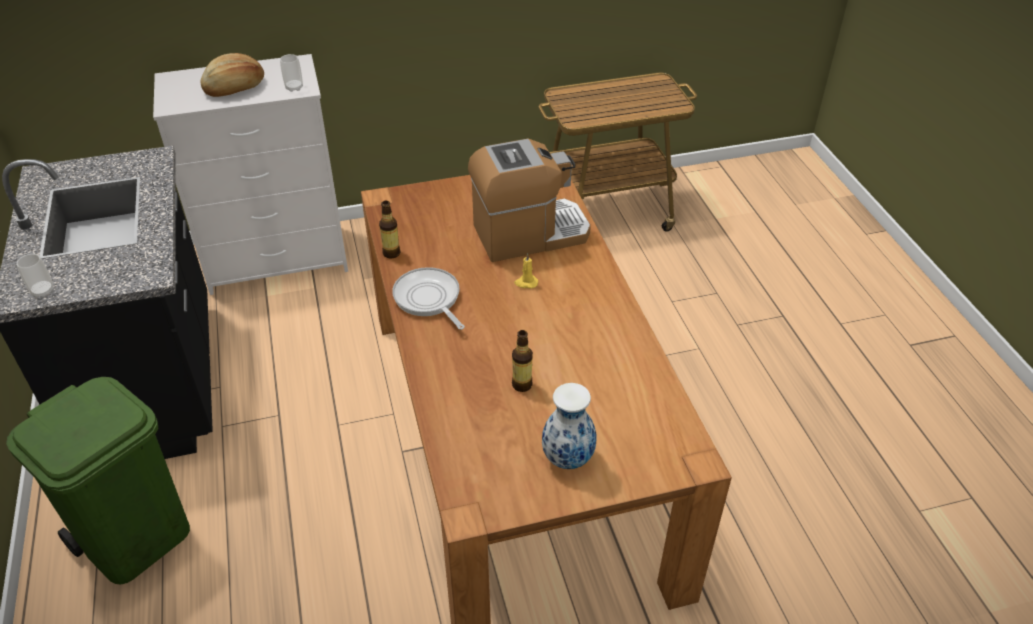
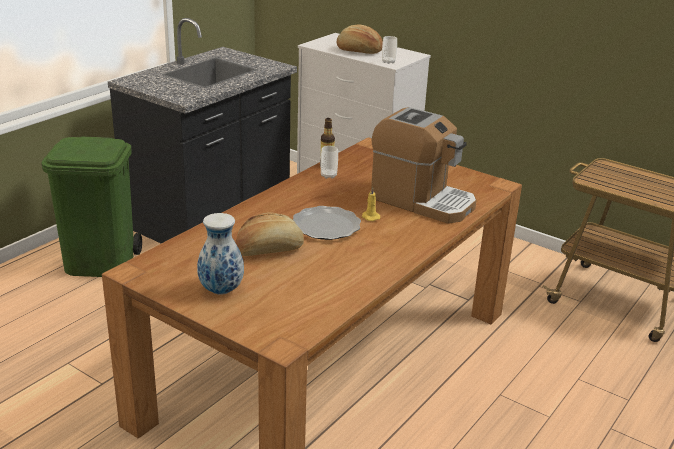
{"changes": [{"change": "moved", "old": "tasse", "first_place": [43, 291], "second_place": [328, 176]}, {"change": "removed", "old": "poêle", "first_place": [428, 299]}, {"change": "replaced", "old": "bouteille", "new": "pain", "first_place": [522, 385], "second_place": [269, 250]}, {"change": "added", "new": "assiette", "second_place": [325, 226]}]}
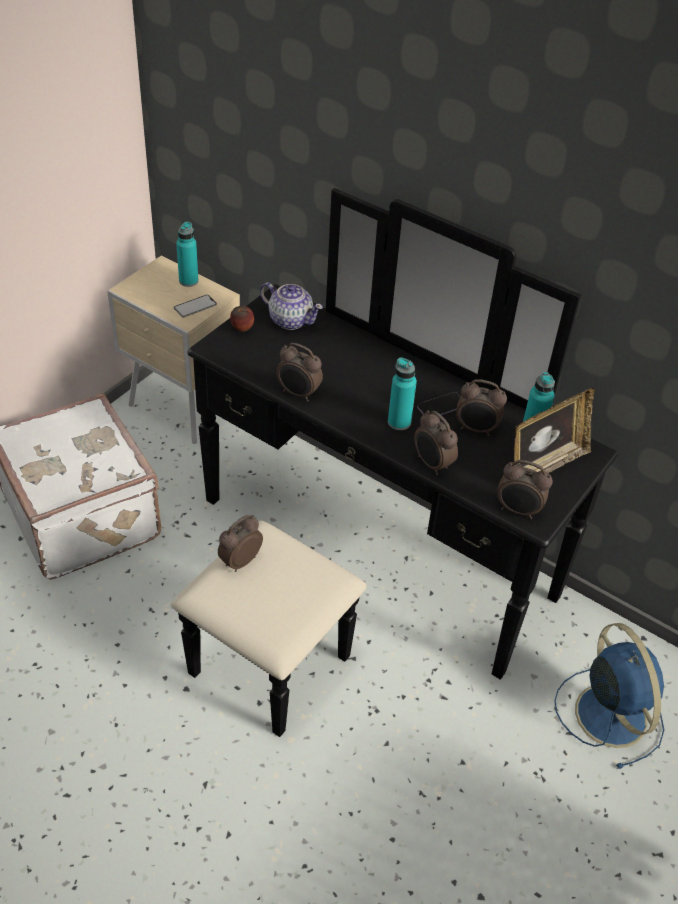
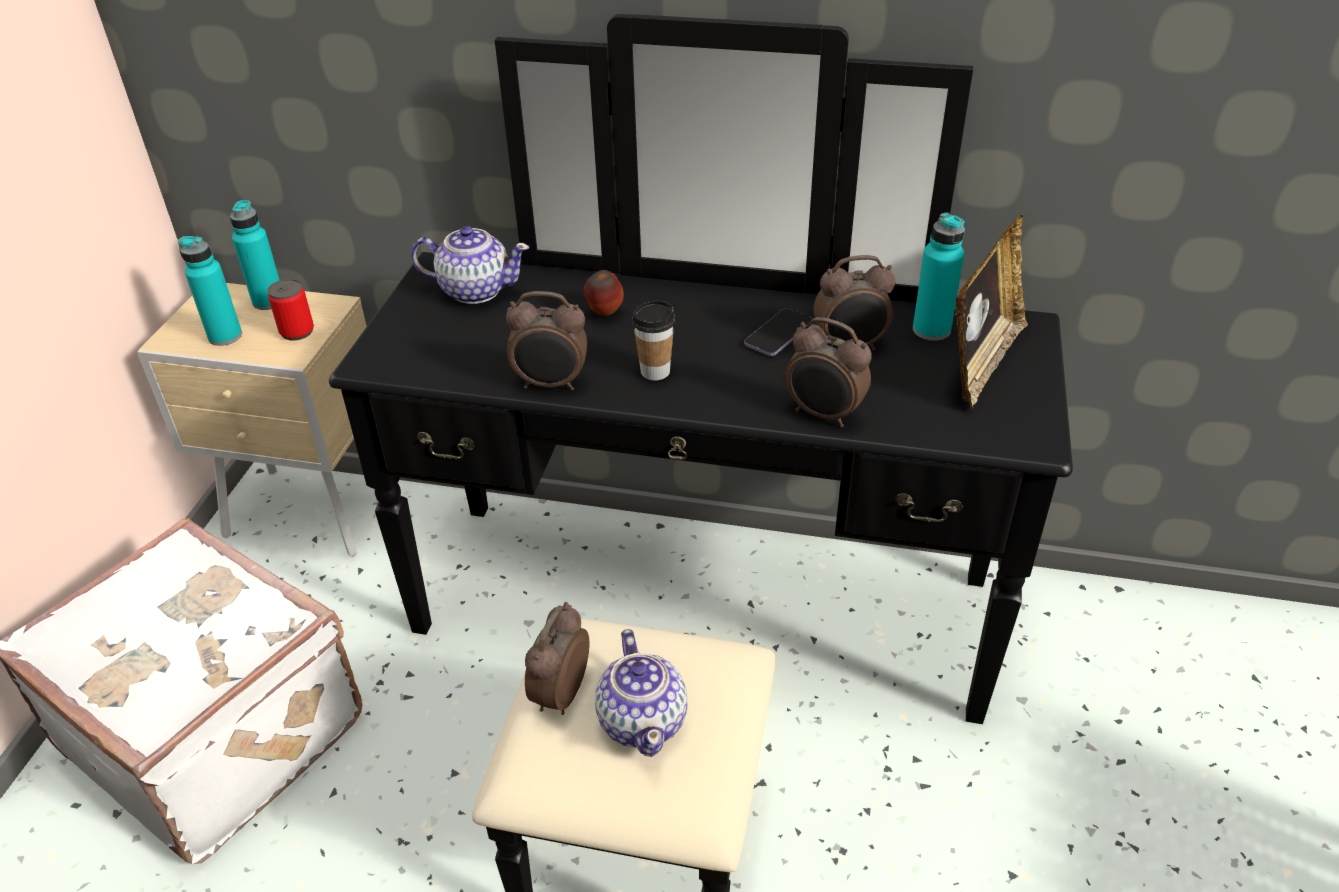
{"changes": [{"change": "replaced", "old": "téléphone", "new": "boîte métallique", "first_place": [195, 306], "second_place": [297, 331]}, {"change": "moved", "old": "pomme", "first_place": [242, 330], "second_place": [604, 314]}, {"change": "moved", "old": "bouteille (turquoise)", "first_place": [399, 422], "second_place": [225, 336]}, {"change": "removed", "old": "réveil", "first_place": [518, 511]}, {"change": "removed", "old": "ventilateur (bleu)", "first_place": [609, 712]}, {"change": "added", "new": "théière", "second_place": [643, 720]}, {"change": "added", "new": "tasse", "second_place": [655, 371]}]}
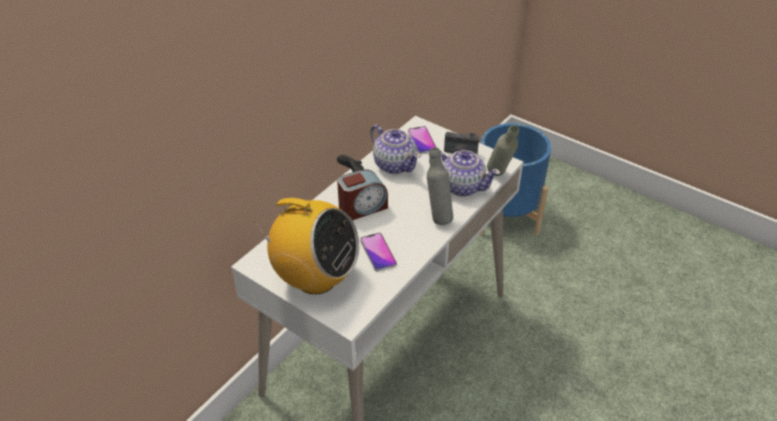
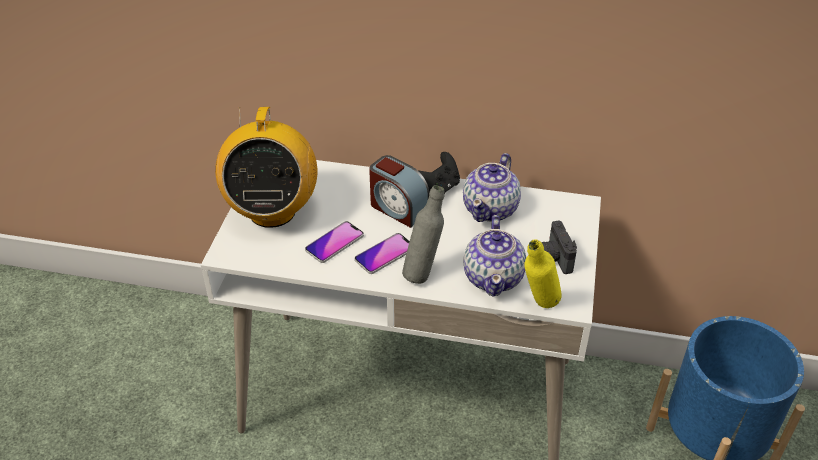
{"changes": [{"change": "moved", "old": "téléphone", "first_place": [422, 141], "second_place": [385, 254]}, {"change": "recoloured", "old": "bouteille (gris)", "new": "bouteille (jaune)", "first_place": [499, 177], "second_place": [538, 308]}]}
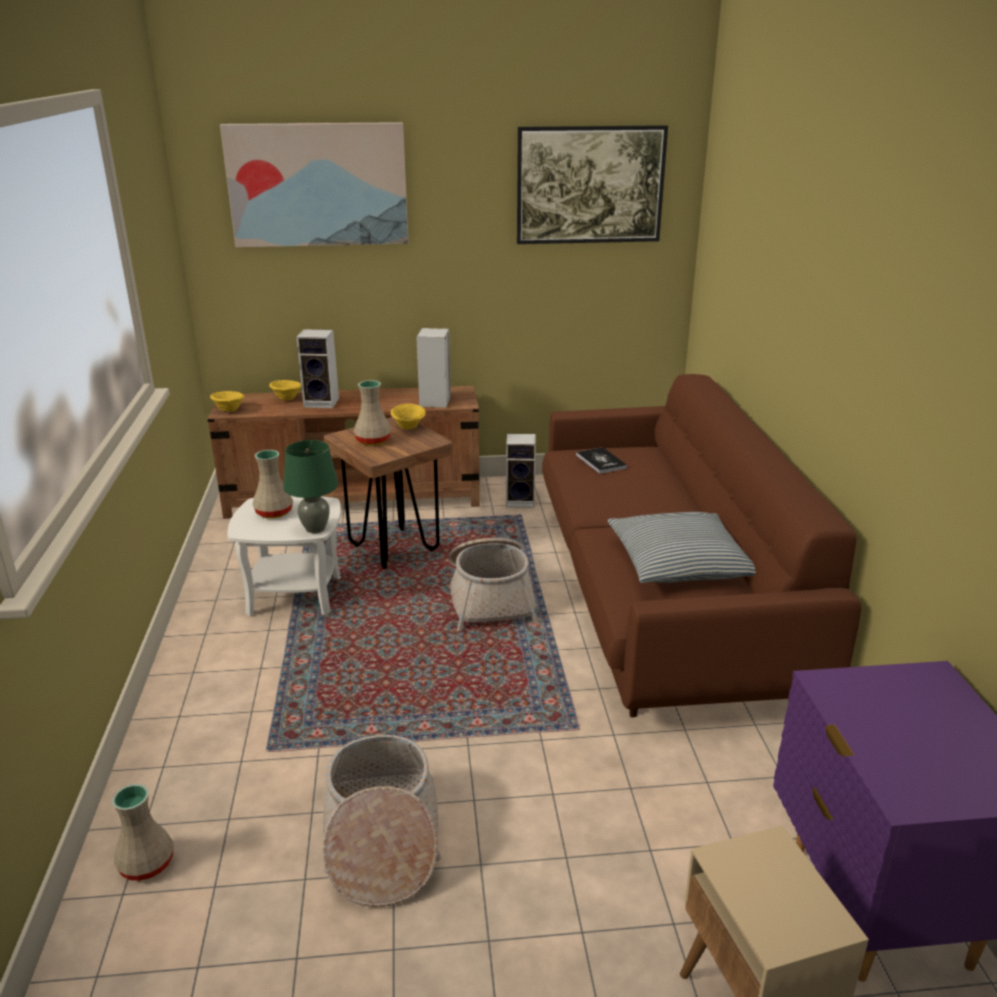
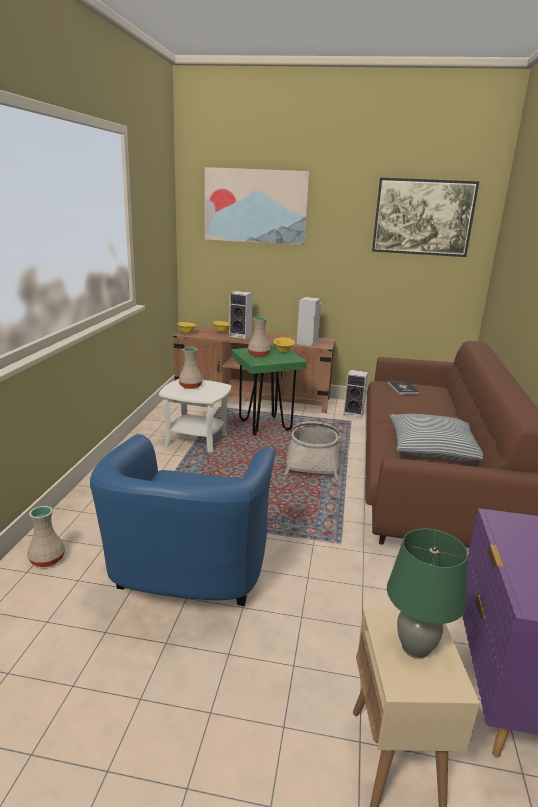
{"changes": [{"change": "moved", "old": "lampe de table (vert)", "first_place": [315, 529], "second_place": [415, 648]}, {"change": "replaced", "old": "panier", "new": "fauteuil (bleu)", "first_place": [381, 840], "second_place": [187, 578]}, {"change": "recoloured", "old": "tabouret (marron)", "new": "tabouret (vert)", "first_place": [393, 549], "second_place": [264, 426]}]}
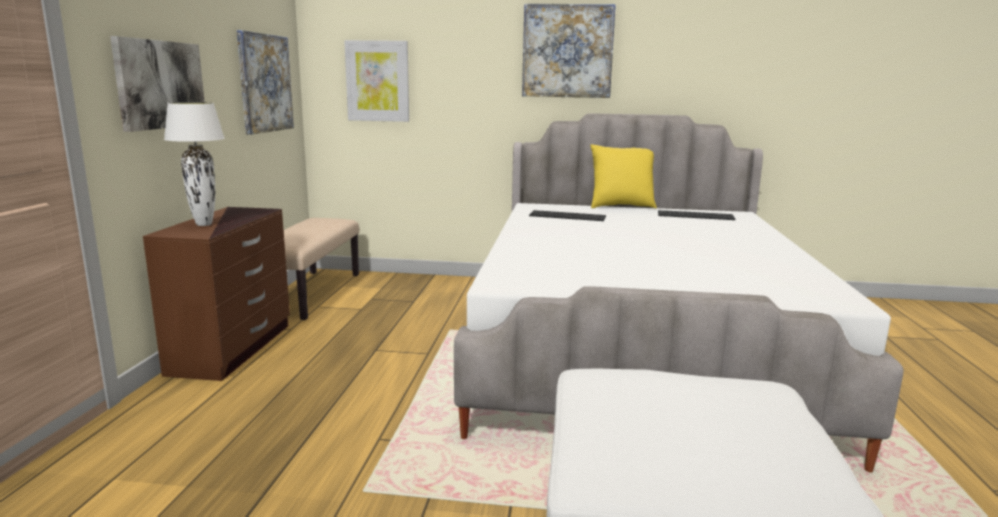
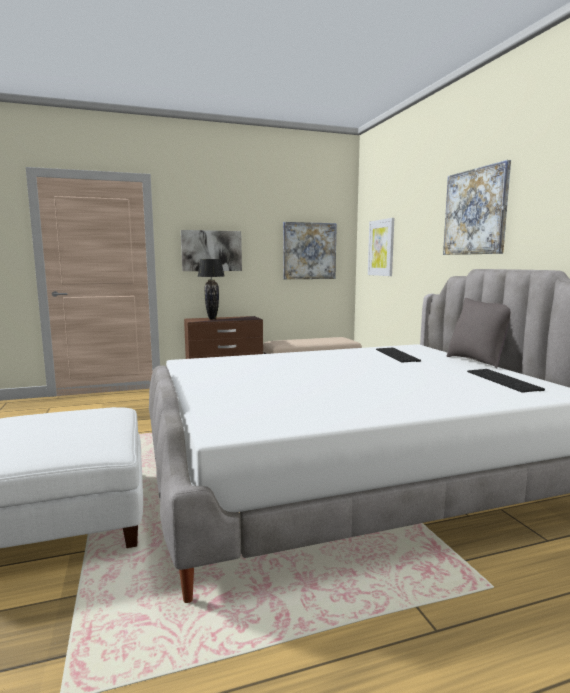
{"changes": [{"change": "recoloured", "old": "lampe de table (blanc)", "new": "lampe de table (noir)", "first_place": [204, 224], "second_place": [212, 319]}, {"change": "recoloured", "old": "coussin (jaune)", "new": "coussin (gris)", "first_place": [621, 207], "second_place": [477, 361]}]}
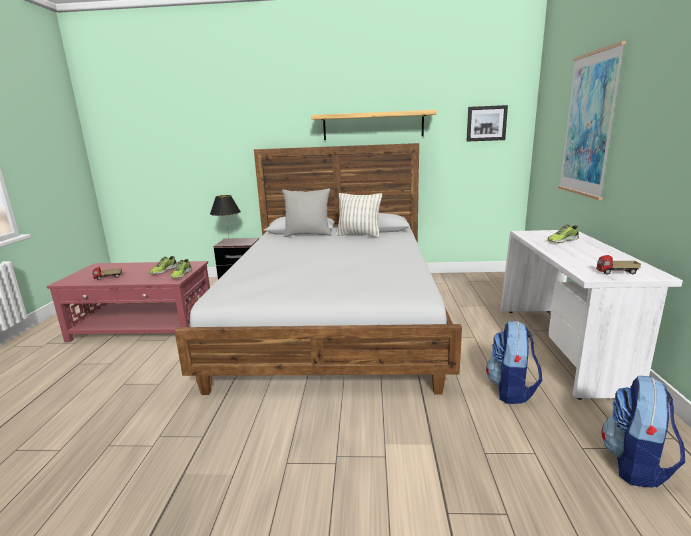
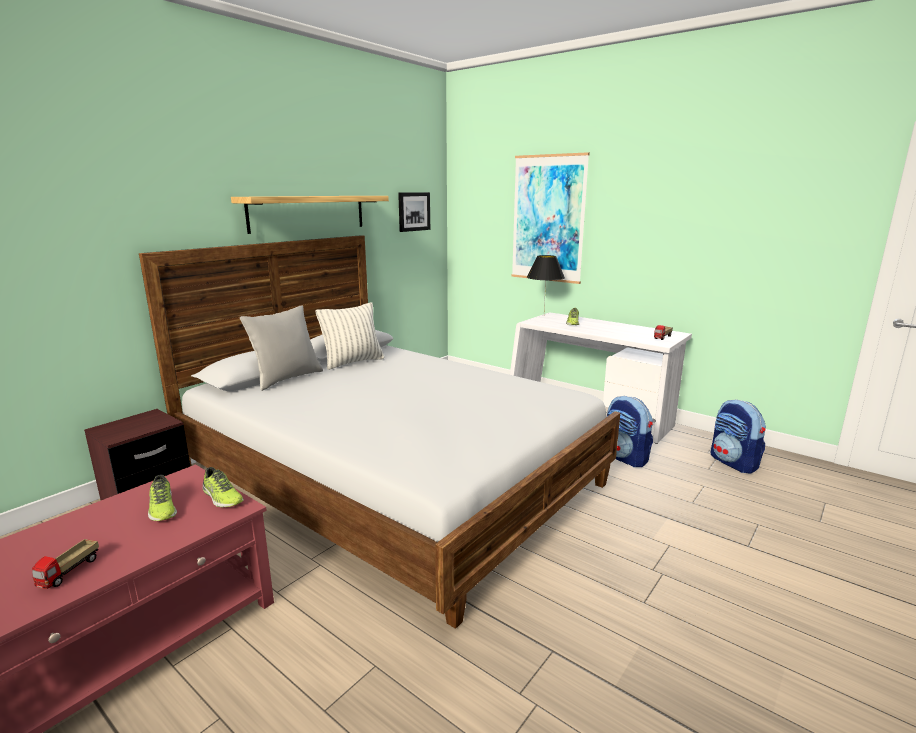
{"changes": [{"change": "moved", "old": "lampe de table (noir)", "first_place": [229, 243], "second_place": [543, 316]}]}
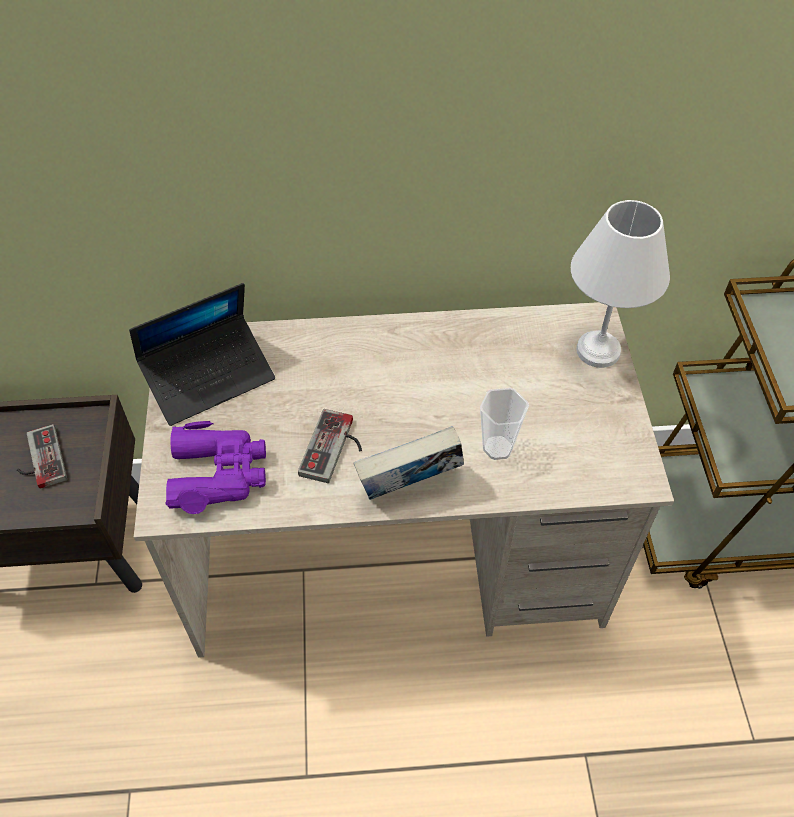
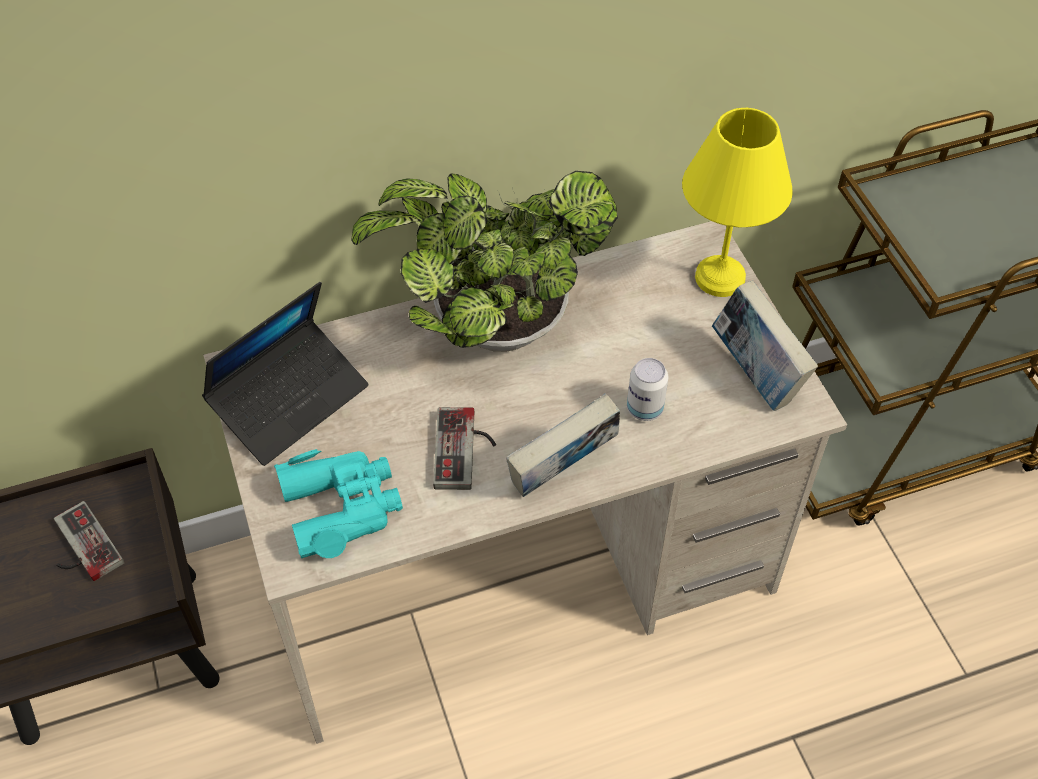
{"changes": [{"change": "recoloured", "old": "jumelles (violet)", "new": "jumelles (turquoise)", "first_place": [219, 473], "second_place": [341, 507]}, {"change": "replaced", "old": "tasse", "new": "boîte métallique", "first_place": [497, 448], "second_place": [644, 409]}, {"change": "recoloured", "old": "lampe de table (blanc)", "new": "lampe de table (jaune)", "first_place": [596, 351], "second_place": [717, 278]}, {"change": "added", "new": "plante en pot", "second_place": [490, 327]}, {"change": "added", "new": "livre", "second_place": [756, 374]}]}
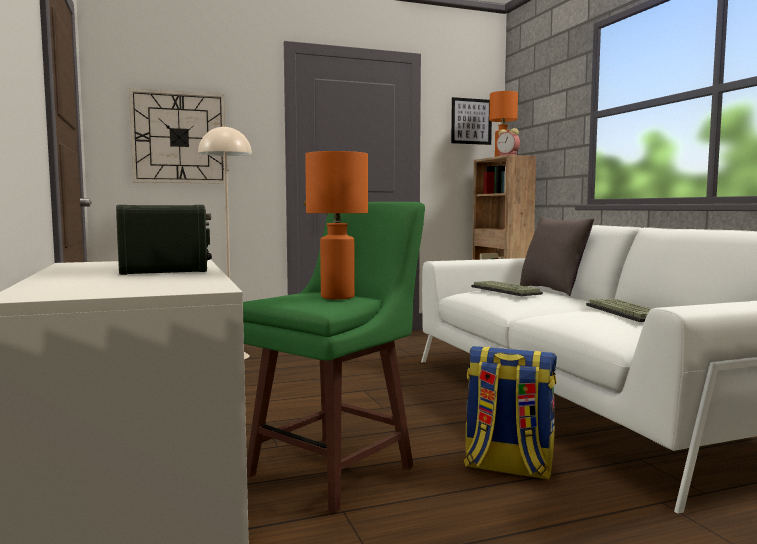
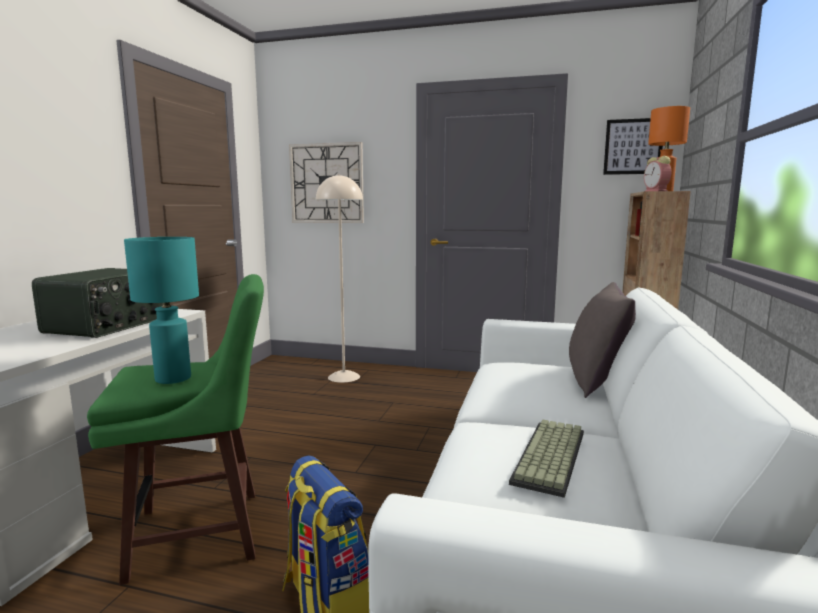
{"changes": [{"change": "recoloured", "old": "lampe de table (orange)", "new": "lampe de table (turquoise)", "first_place": [337, 297], "second_place": [172, 379]}, {"change": "removed", "old": "clavier", "first_place": [507, 290]}]}
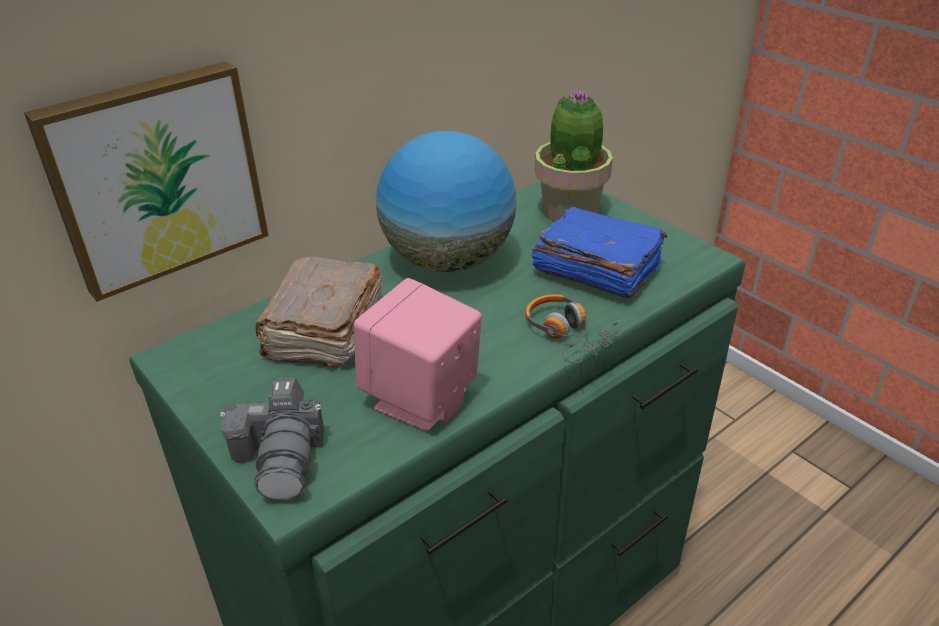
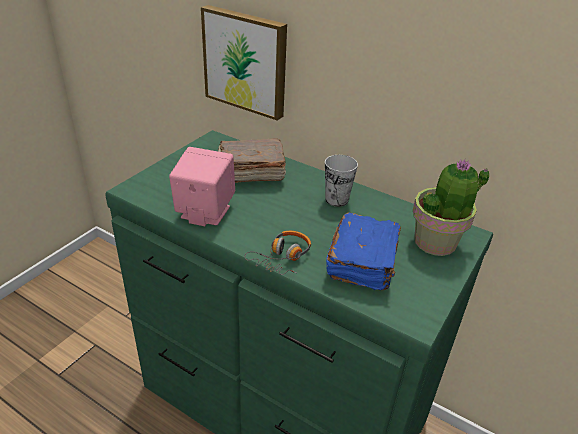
{"changes": [{"change": "removed", "old": "appareil photo", "first_place": [281, 457]}, {"change": "replaced", "old": "globe", "new": "tasse", "first_place": [447, 261], "second_place": [336, 199]}]}
